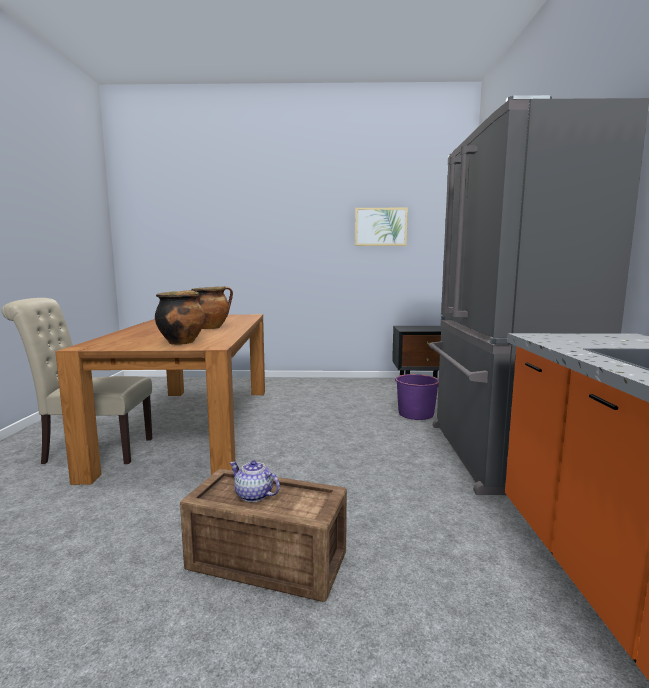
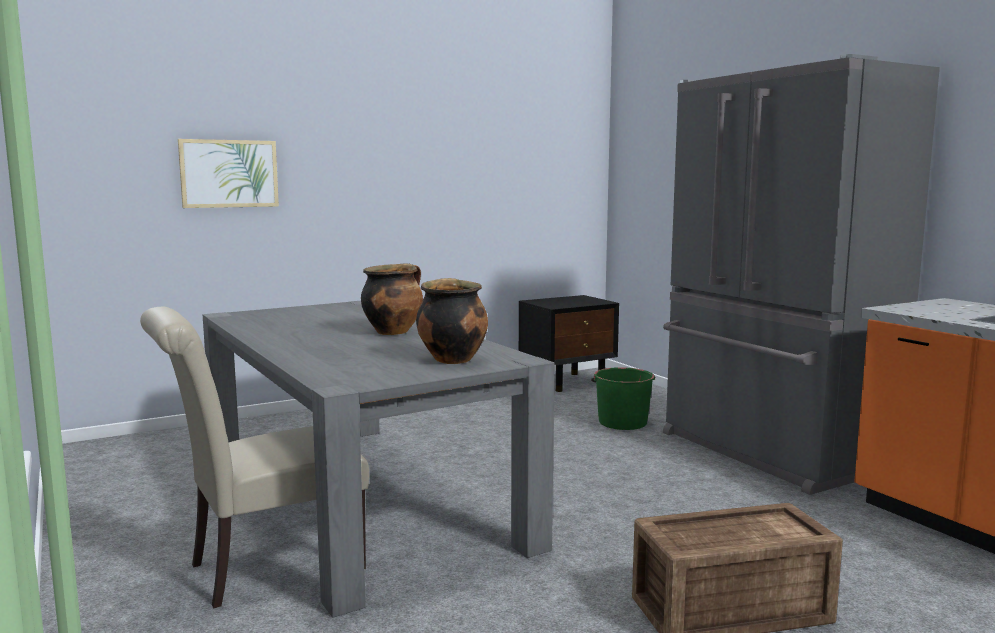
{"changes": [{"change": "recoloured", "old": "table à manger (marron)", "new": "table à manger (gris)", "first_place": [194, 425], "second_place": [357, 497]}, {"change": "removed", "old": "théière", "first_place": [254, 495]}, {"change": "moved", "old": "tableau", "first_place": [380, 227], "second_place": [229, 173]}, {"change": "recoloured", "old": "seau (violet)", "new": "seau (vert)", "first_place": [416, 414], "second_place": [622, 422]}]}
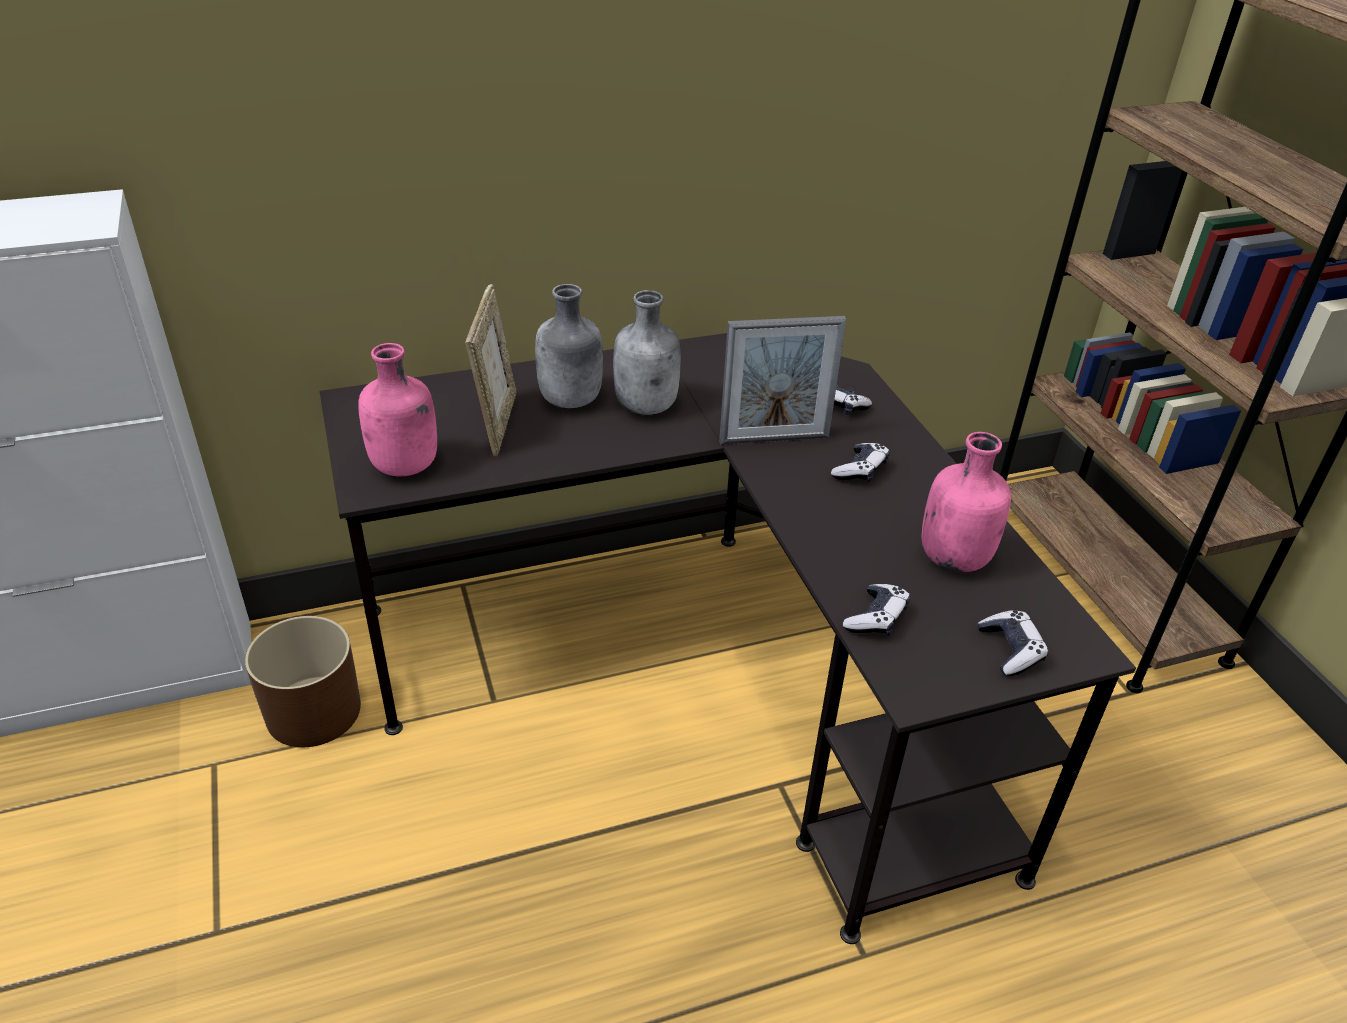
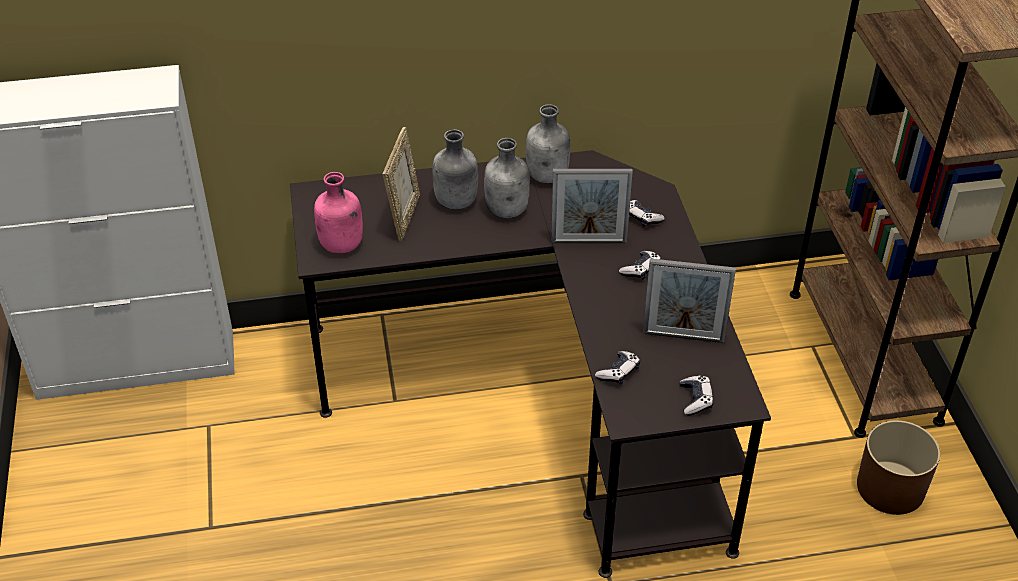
{"changes": [{"change": "moved", "old": "cache-pot (marron)", "first_place": [314, 711], "second_place": [891, 488]}, {"change": "replaced", "old": "bouteille (rose)", "new": "cadre photo", "first_place": [955, 557], "second_place": [683, 337]}, {"change": "added", "new": "bouteille (gris)", "second_place": [548, 176]}]}
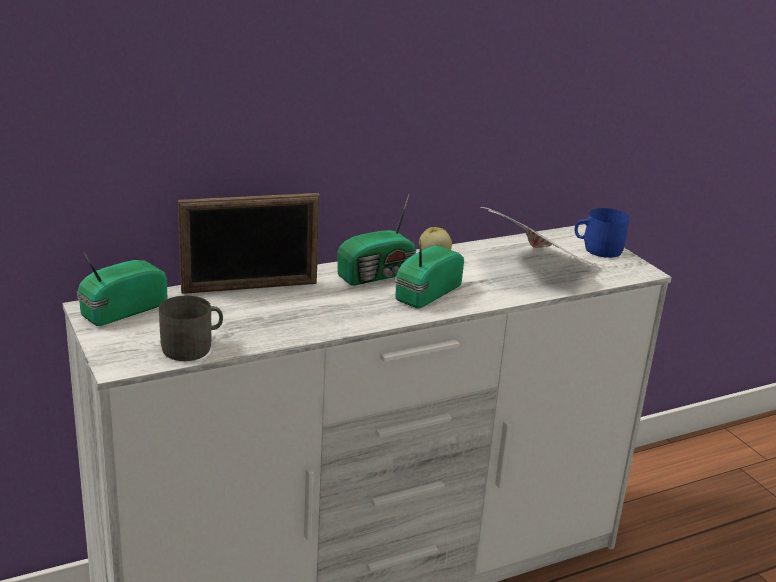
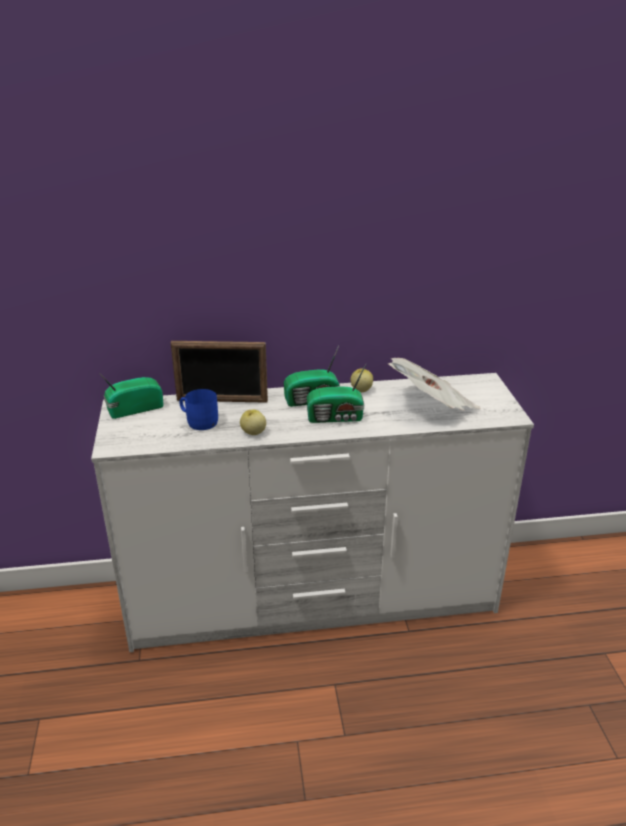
{"changes": [{"change": "removed", "old": "mug (gris)", "first_place": [193, 347]}, {"change": "turned", "old": "radio", "first_place": [425, 293], "second_place": [336, 418], "degrees": -150}, {"change": "moved", "old": "mug (bleu)", "first_place": [597, 249], "second_place": [199, 421]}, {"change": "added", "new": "pomme", "second_place": [253, 432]}]}
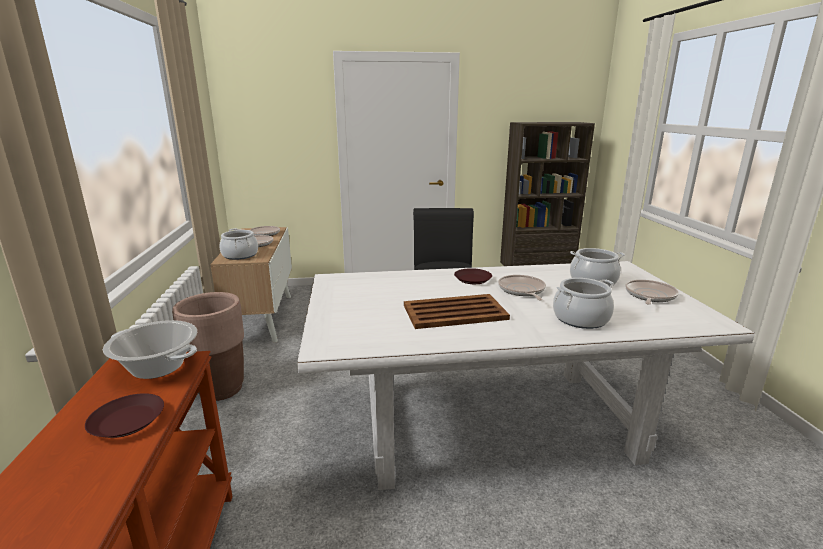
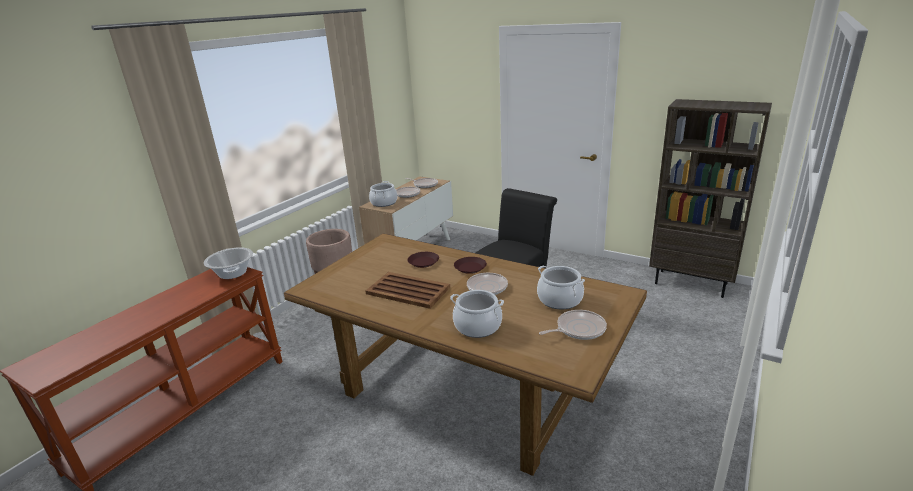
{"changes": [{"change": "moved", "old": "assiette (marron)", "first_place": [126, 421], "second_place": [423, 262]}, {"change": "recoloured", "old": "table à manger (blanc)", "new": "table à manger (marron)", "first_place": [492, 422], "second_place": [463, 389]}]}
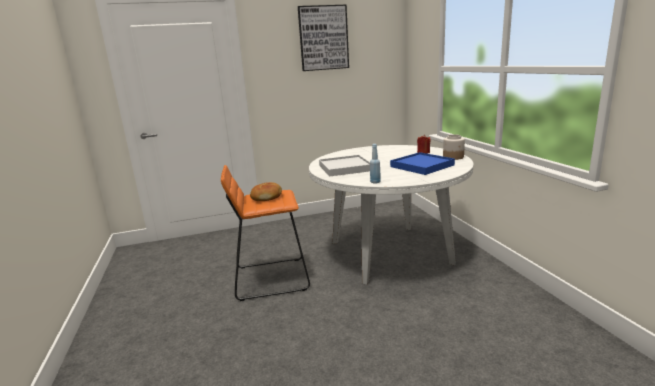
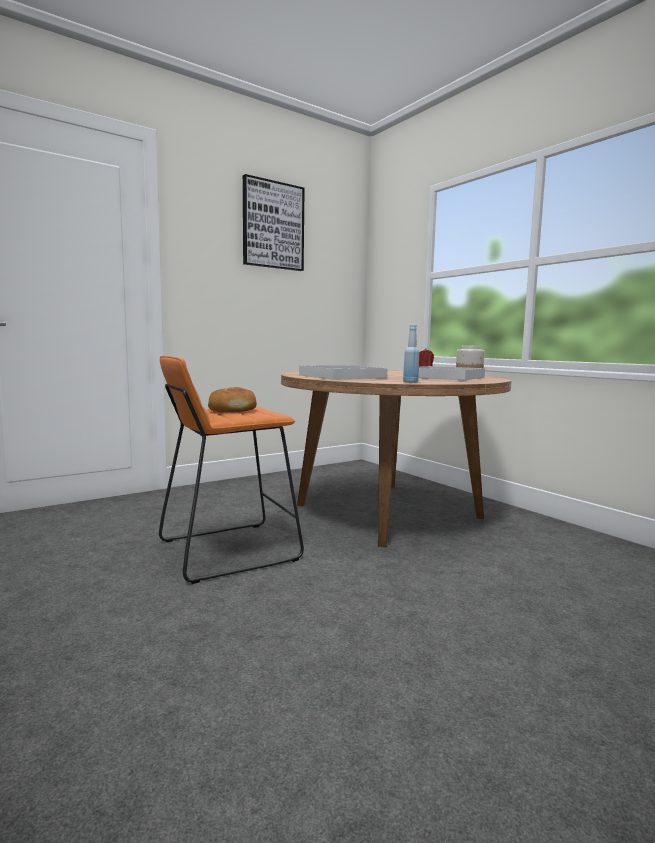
{"changes": [{"change": "recoloured", "old": "table à manger (blanc)", "new": "table à manger (marron)", "first_place": [389, 252], "second_place": [387, 511]}, {"change": "recoloured", "old": "plateau (bleu)", "new": "plateau (blanc)", "first_place": [422, 166], "second_place": [445, 377]}]}
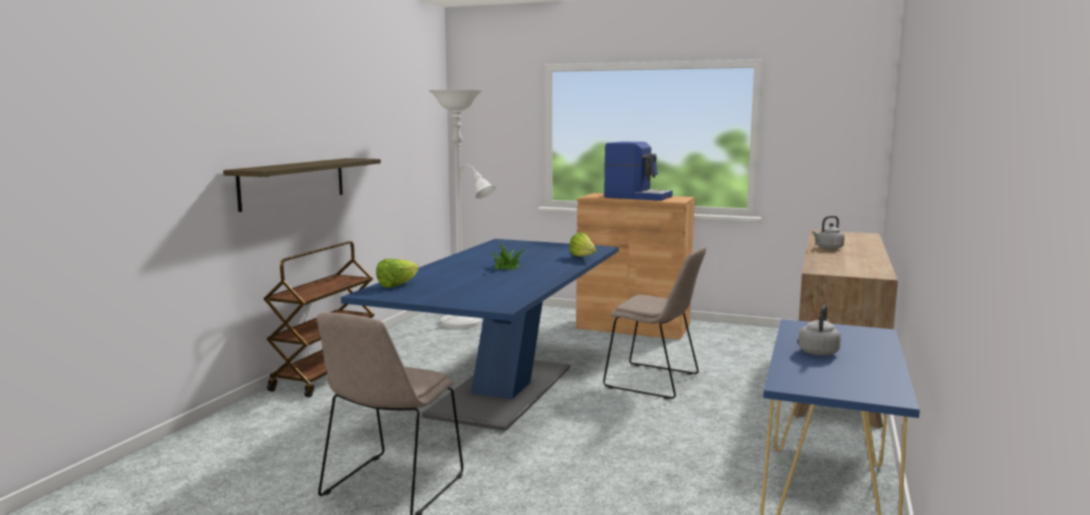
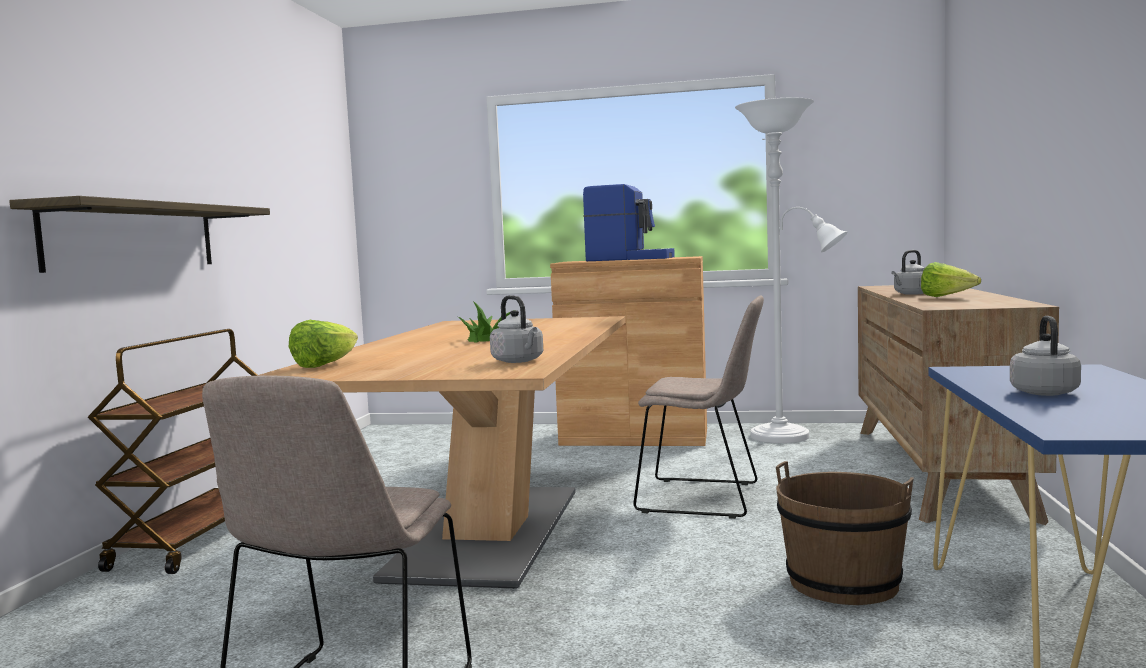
{"changes": [{"change": "recoloured", "old": "table à manger (bleu)", "new": "table à manger (beige)", "first_place": [502, 391], "second_place": [488, 533]}, {"change": "moved", "old": "lampadaire (blanc)", "first_place": [464, 324], "second_place": [787, 437]}, {"change": "moved", "old": "laitue", "first_place": [583, 257], "second_place": [947, 297]}, {"change": "added", "new": "bouilloire (gris)", "second_place": [519, 361]}, {"change": "added", "new": "seau (marron)", "second_place": [843, 583]}]}
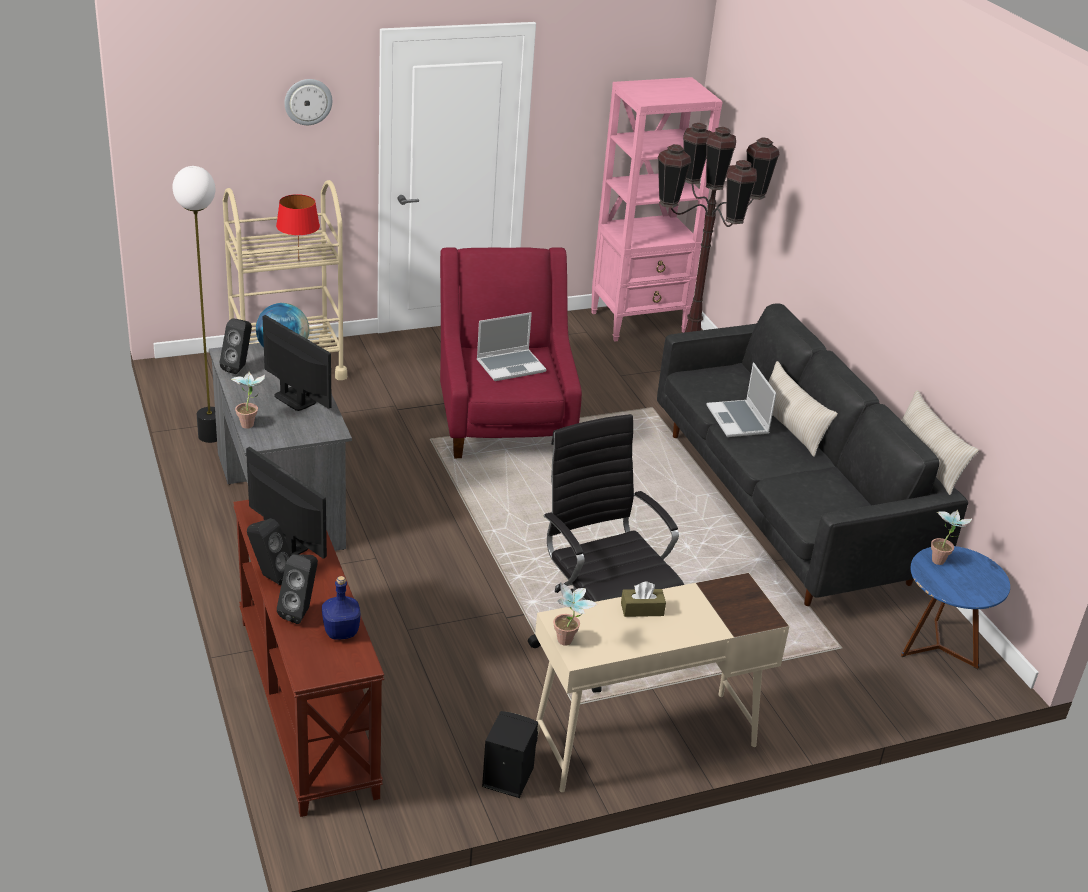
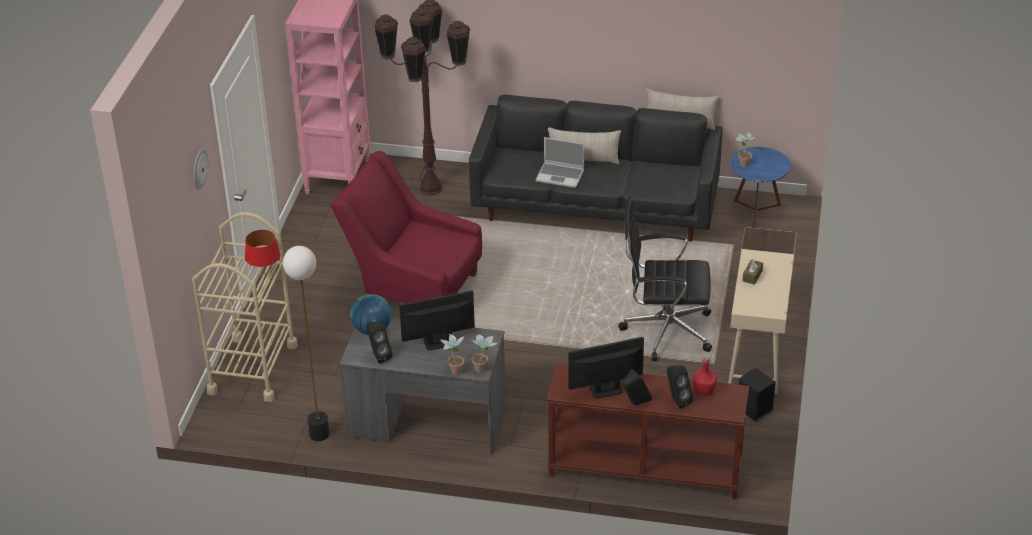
{"changes": [{"change": "recoloured", "old": "bouteille (bleu)", "new": "bouteille (rouge)", "first_place": [341, 632], "second_place": [704, 390]}, {"change": "removed", "old": "ordinateur portable", "first_place": [511, 366]}, {"change": "moved", "old": "plante en pot", "first_place": [568, 643], "second_place": [483, 369]}]}
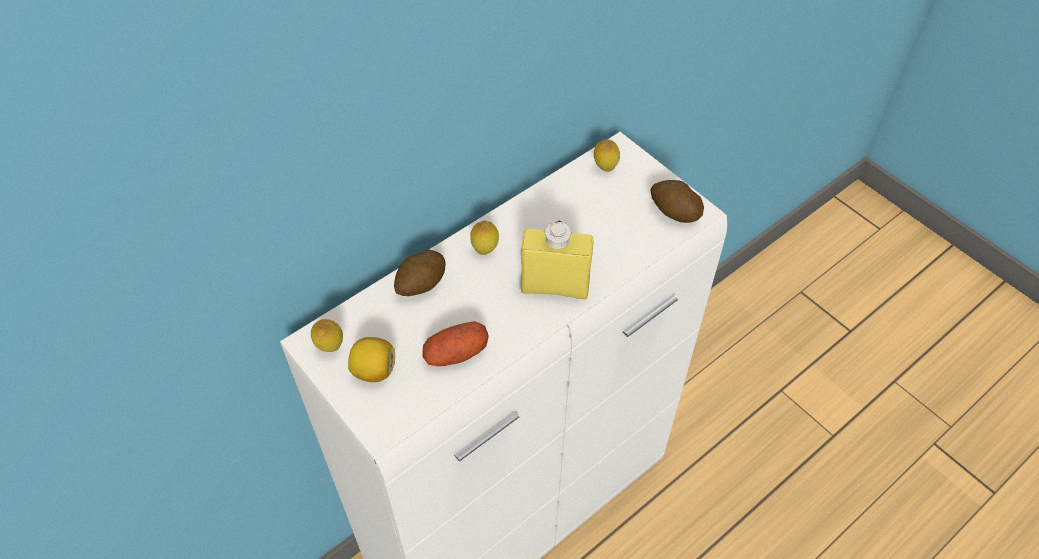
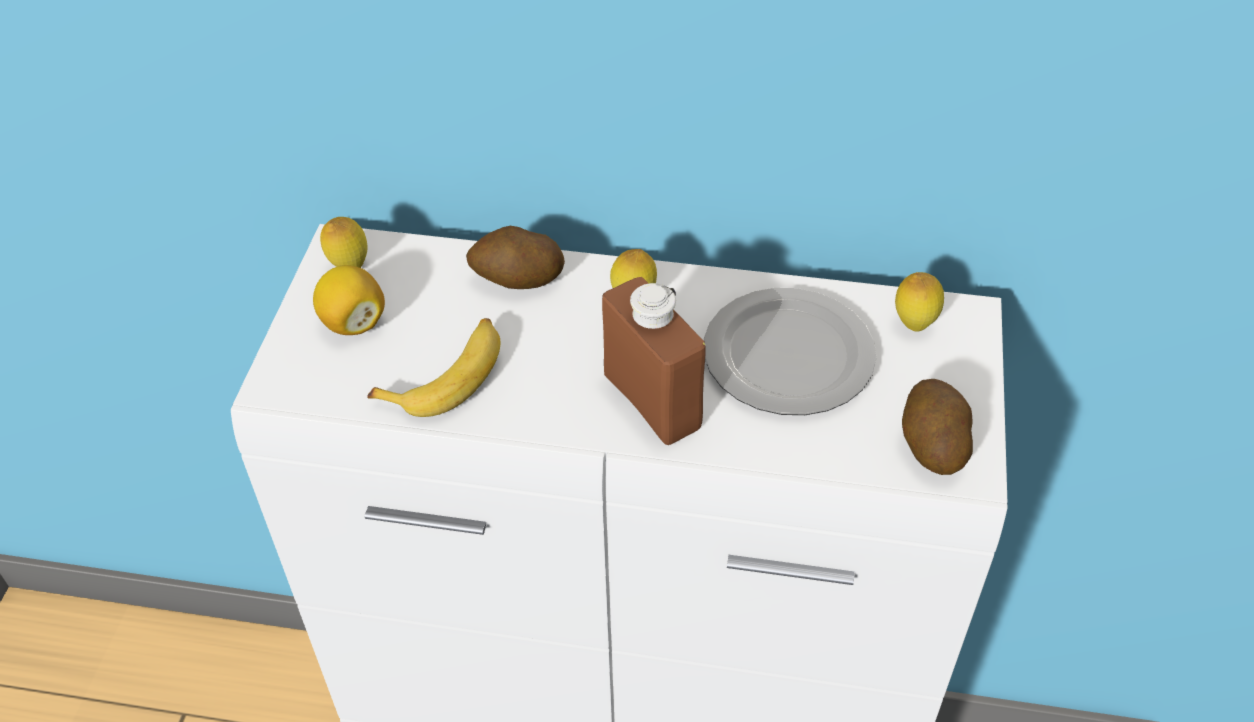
{"changes": [{"change": "replaced", "old": "pomme de terre", "new": "banane", "first_place": [456, 353], "second_place": [448, 376]}, {"change": "recoloured", "old": "bouteille (jaune)", "new": "bouteille (marron)", "first_place": [555, 286], "second_place": [652, 401]}, {"change": "added", "new": "assiette", "second_place": [791, 355]}]}
